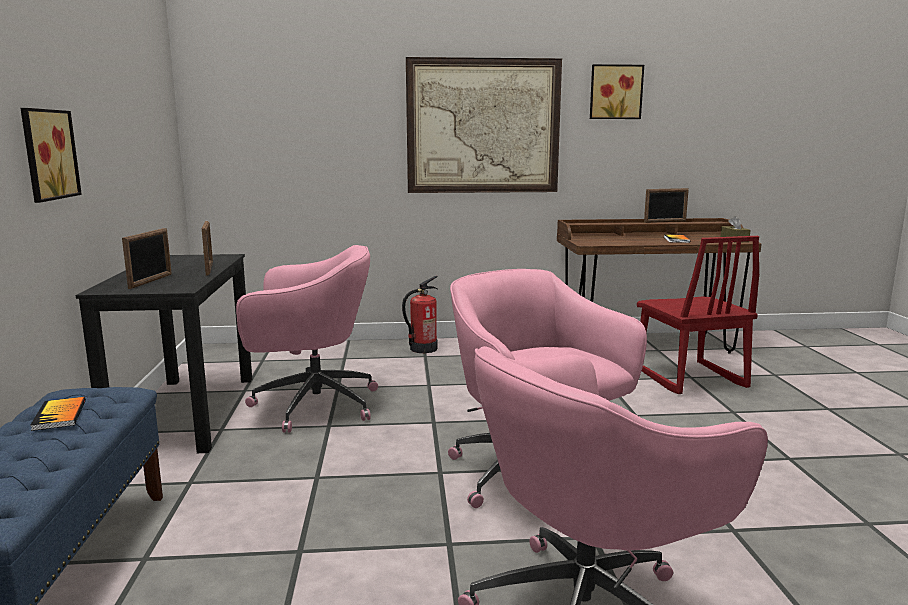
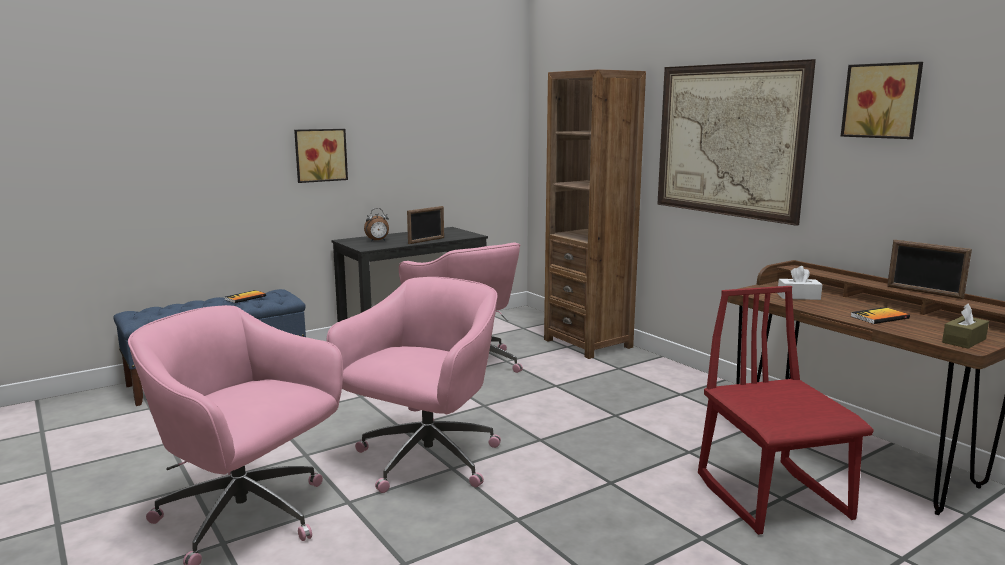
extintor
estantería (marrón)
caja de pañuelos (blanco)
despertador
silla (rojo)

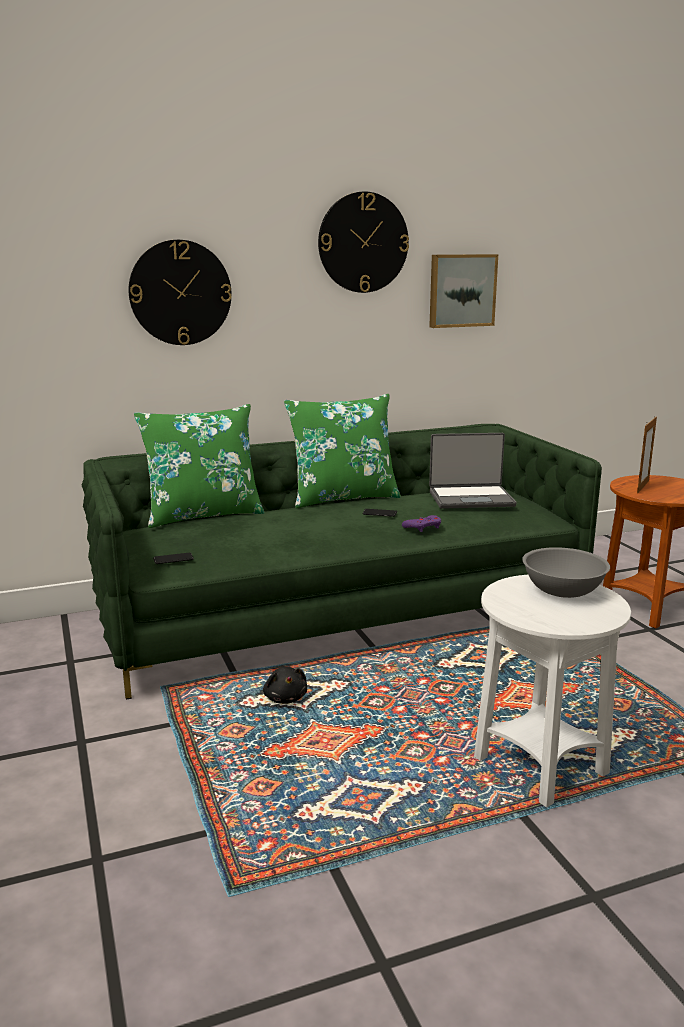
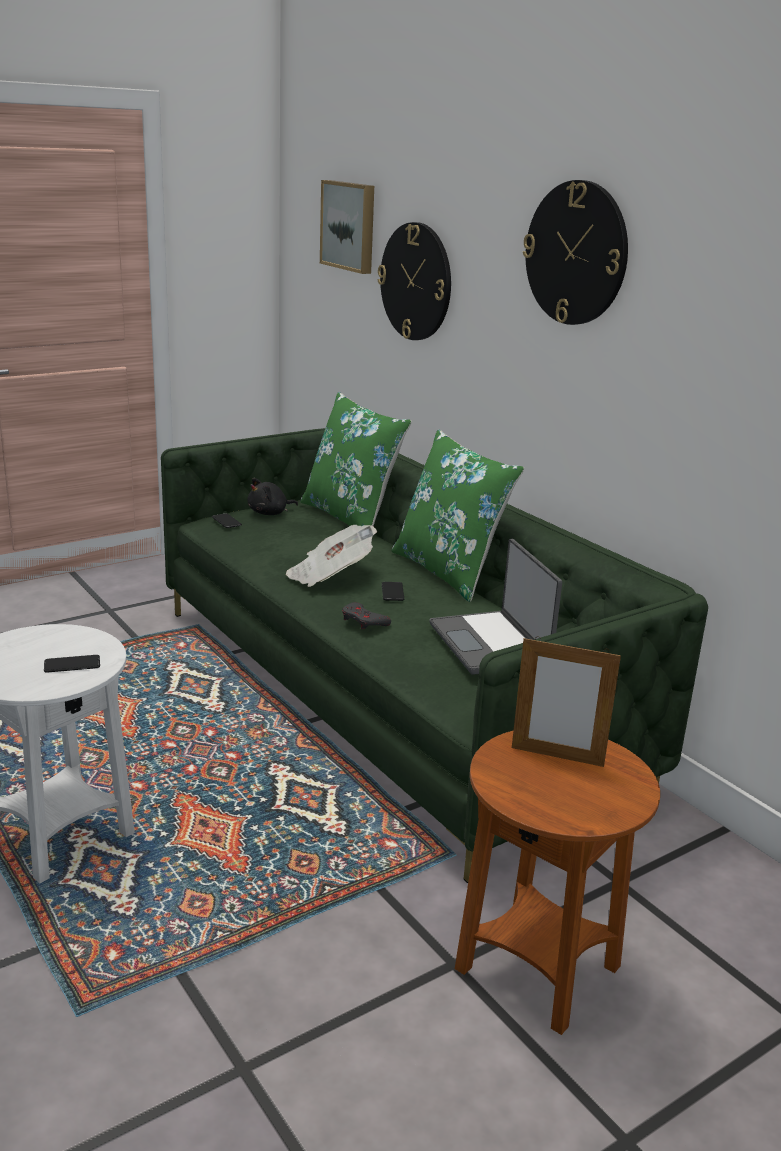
periódico
peluche (negro)
cuadro
móvil (1st from left)
mando de consola (gris)

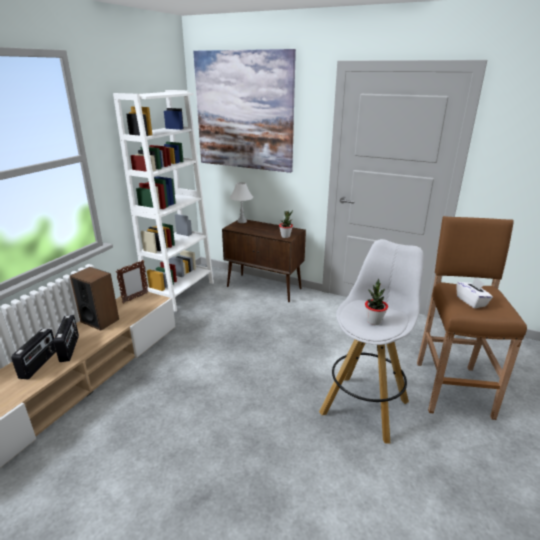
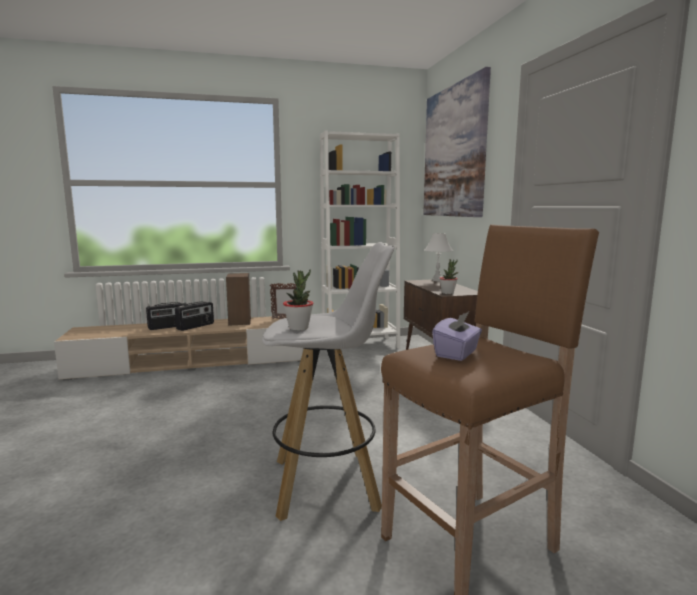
caja de pañuelos (morado)

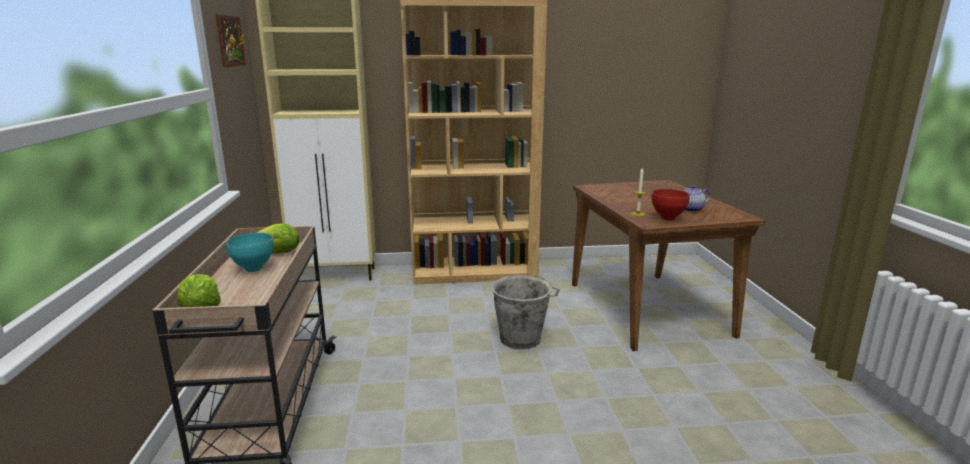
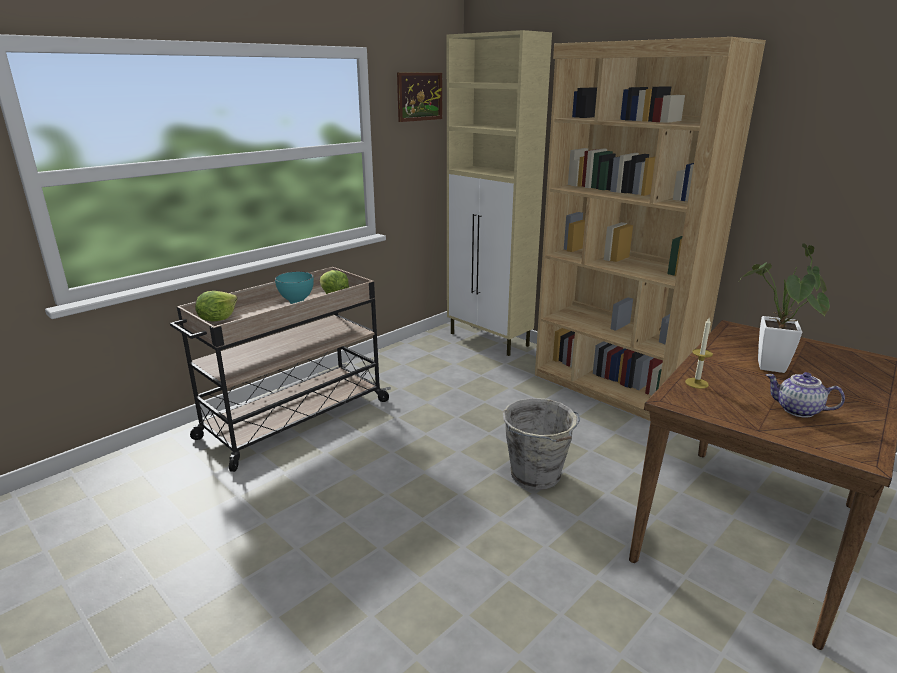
cuenco (rojo)
planta en maceta

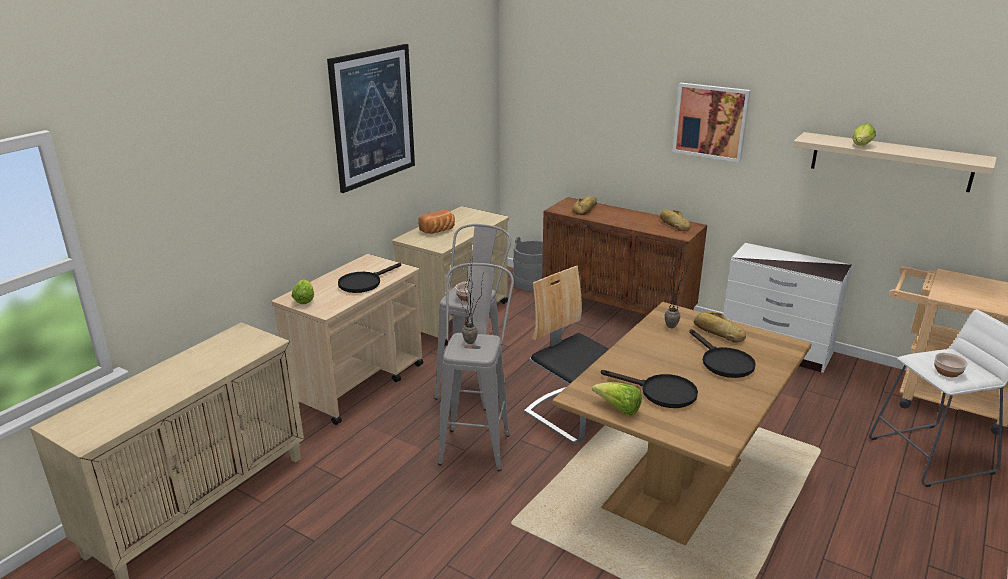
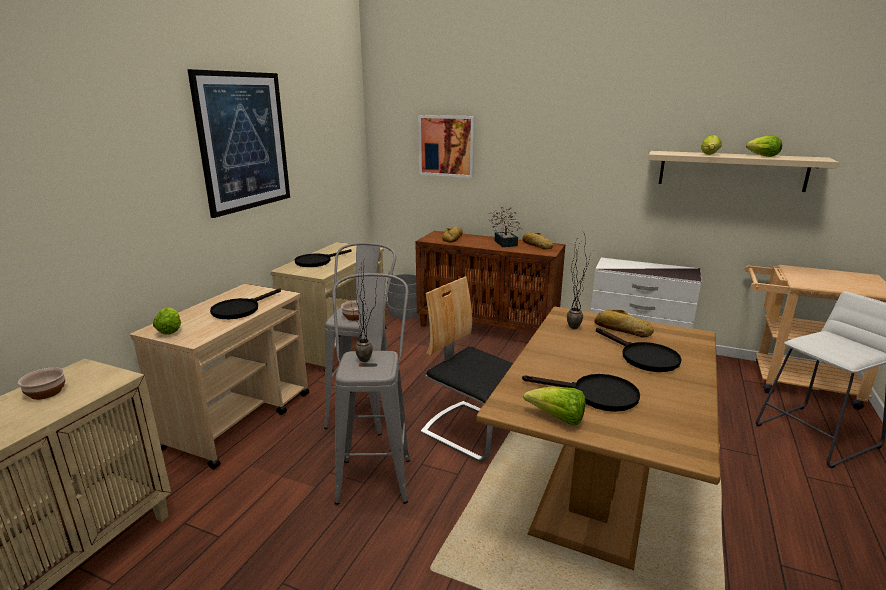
planta en maceta (2nd from left)
lechuga (4th from left)
cuadro (2nd from left)
cuenco (1st from left)
sartén (negro) (2nd from left)

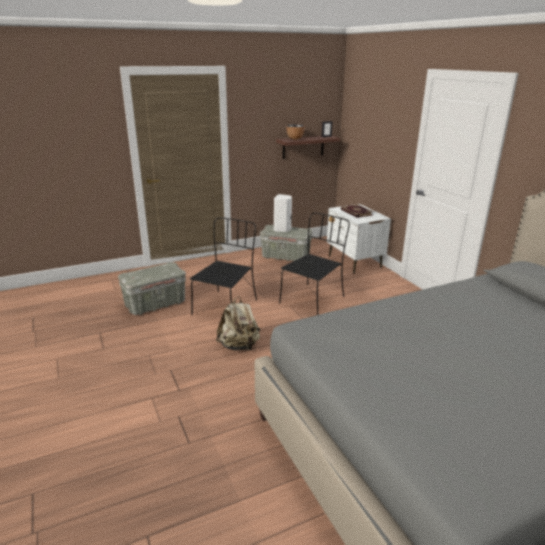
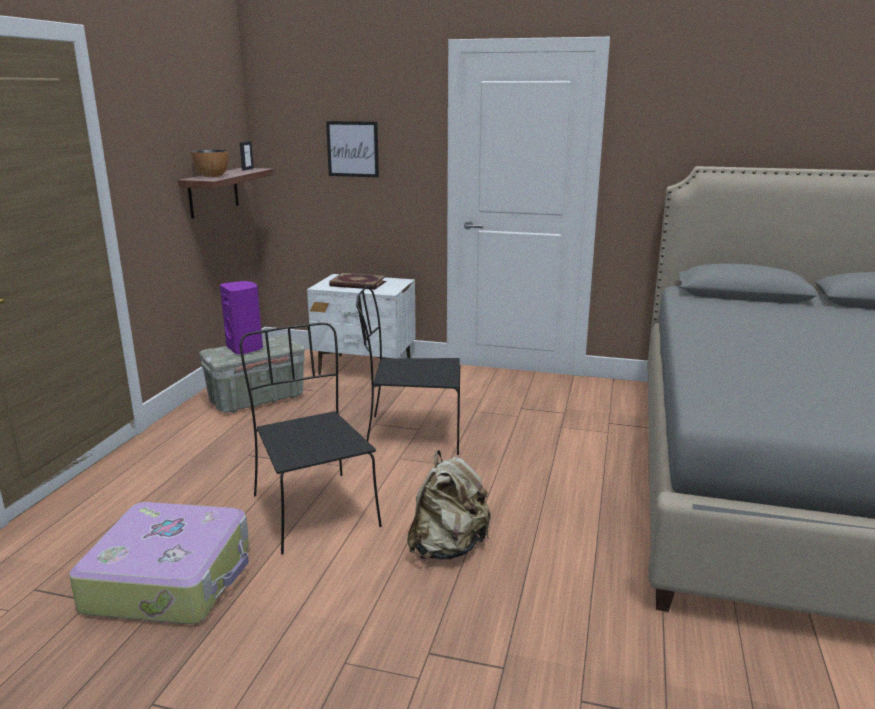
cuadro
maleta
altavoz (morado)
silla (negro) (2nd from left)

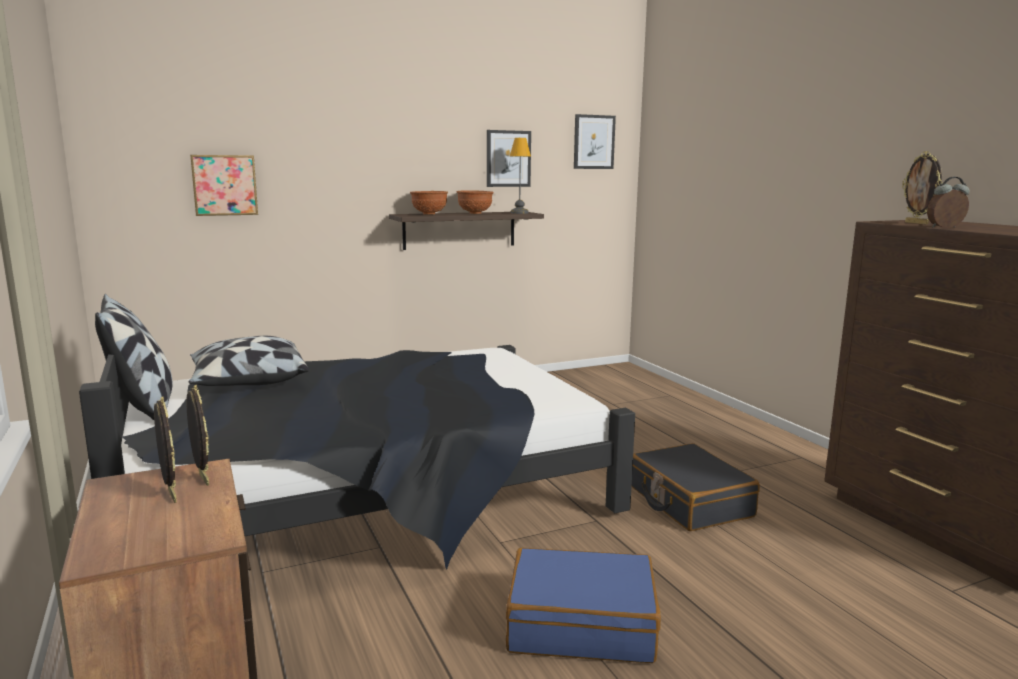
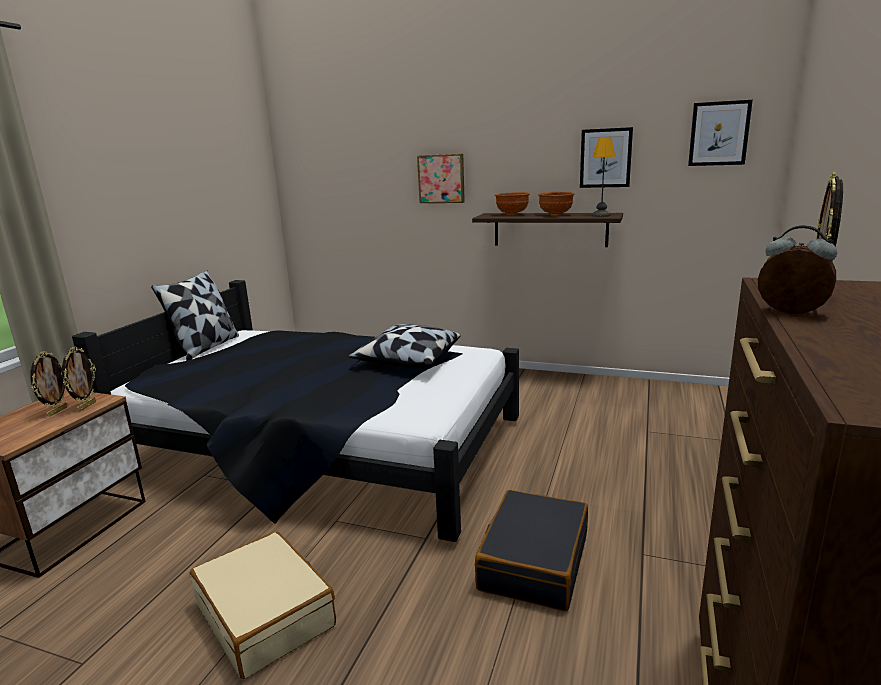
cojín (2nd from left)
cuadro (1st from left)
maleta (beis)

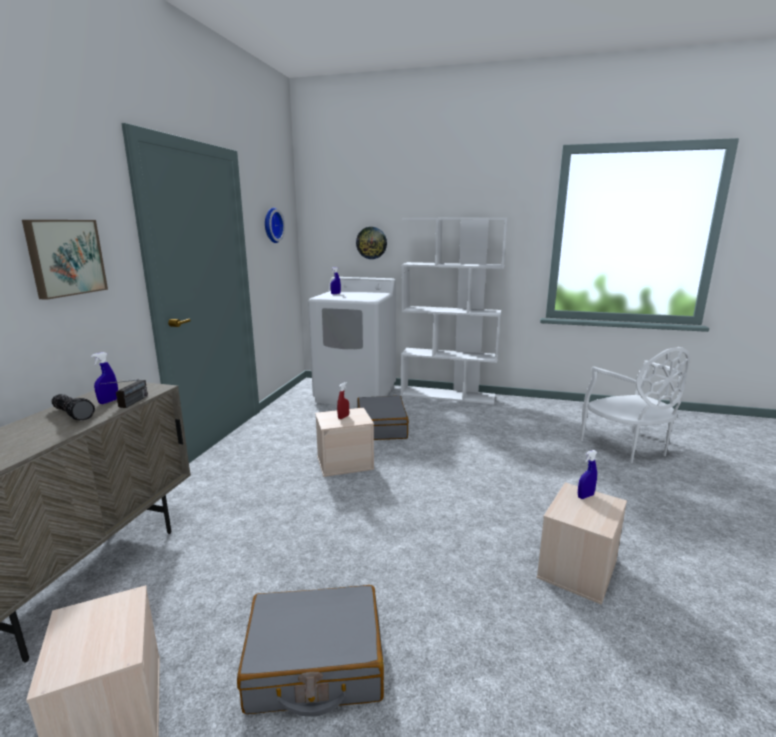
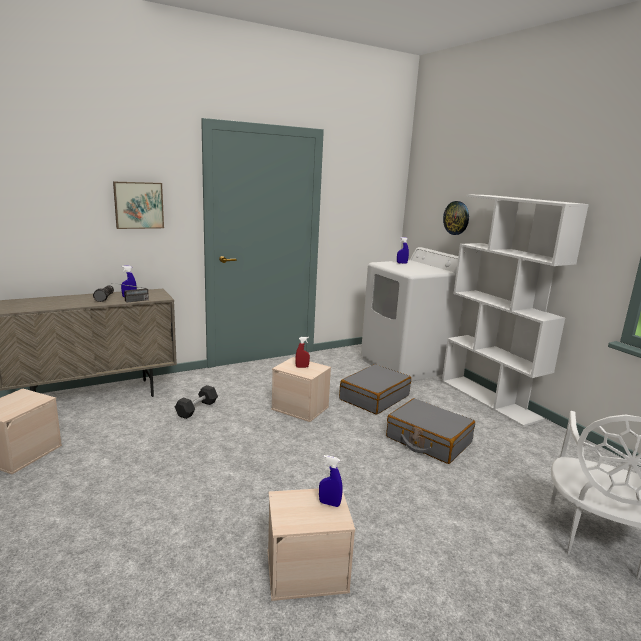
reloj de pared (1st from left in the first image)
mancuerna (negro)
maleta (gris) (2nd from left)

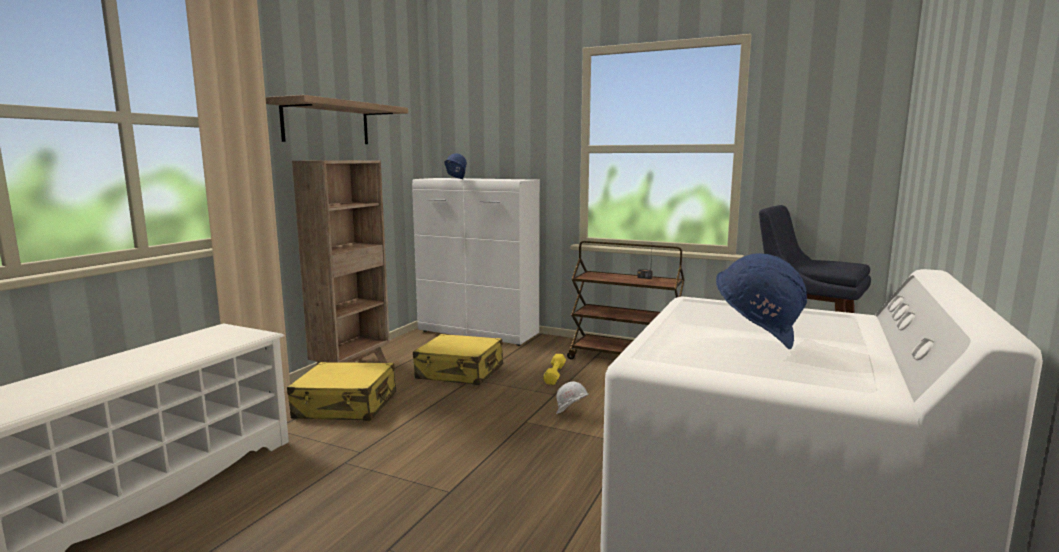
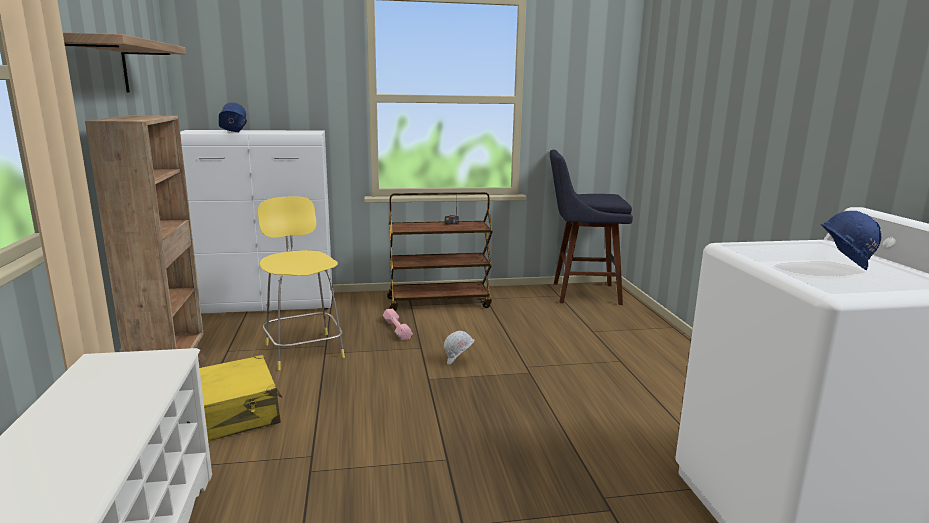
taburete (amarillo)
mancuerna (rosa)

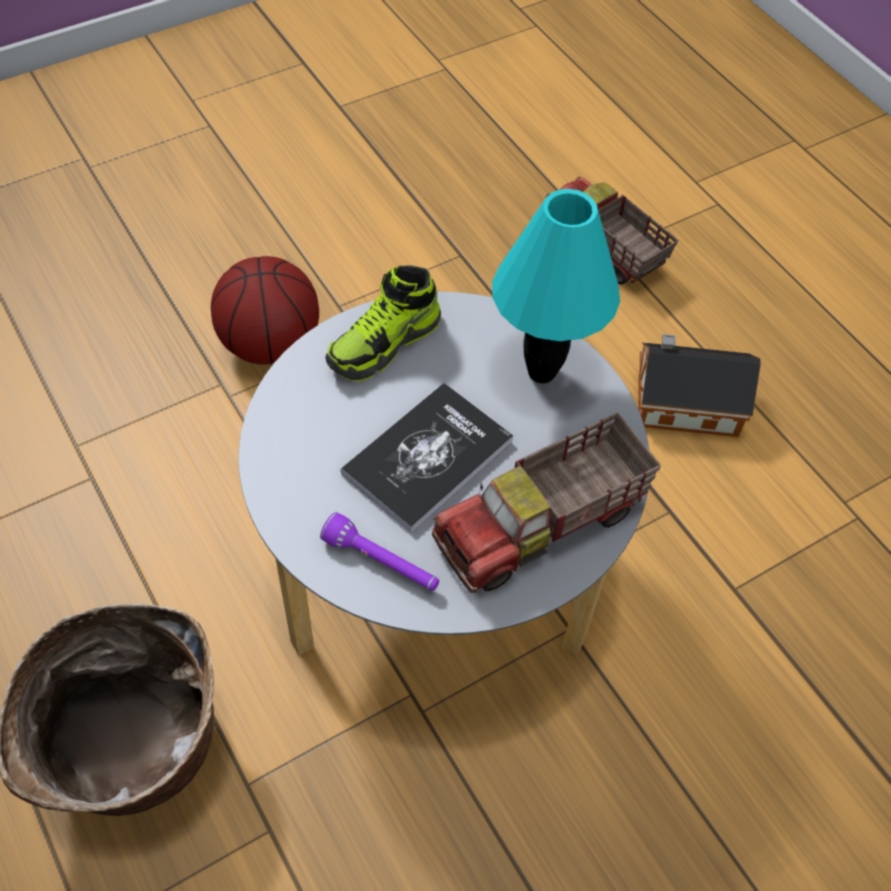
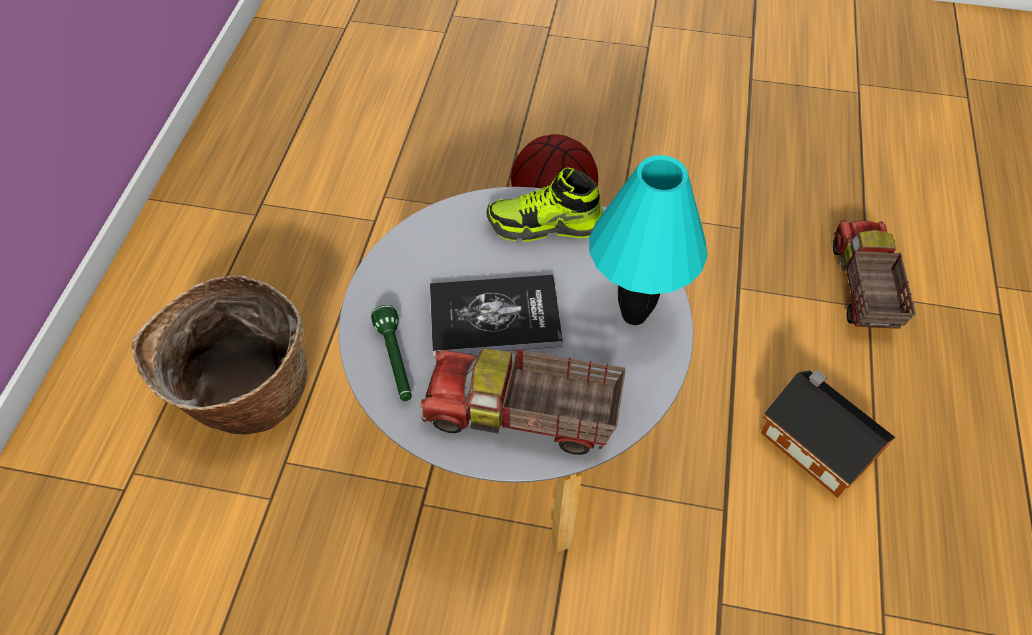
linterna (verde)

